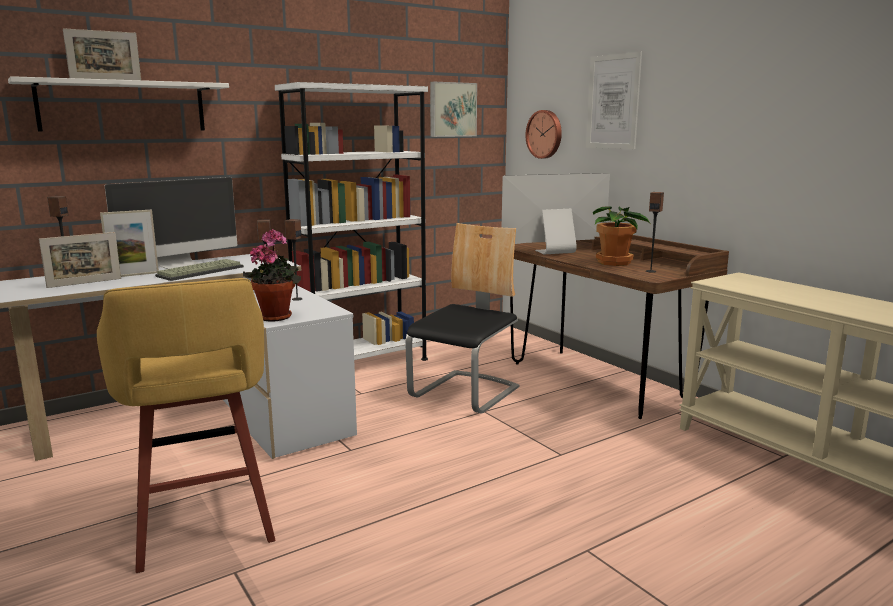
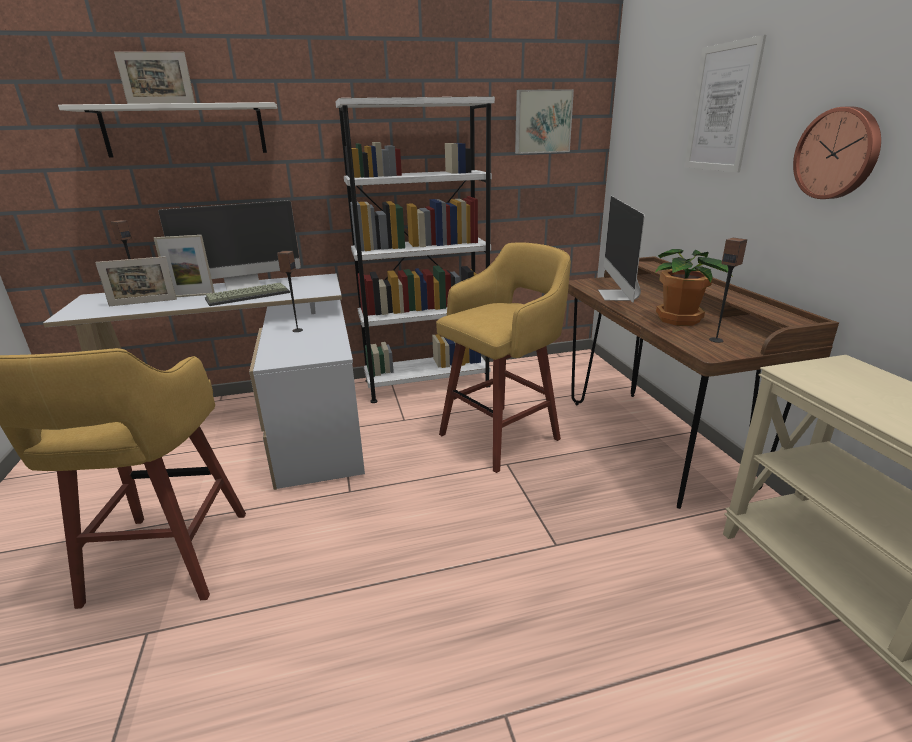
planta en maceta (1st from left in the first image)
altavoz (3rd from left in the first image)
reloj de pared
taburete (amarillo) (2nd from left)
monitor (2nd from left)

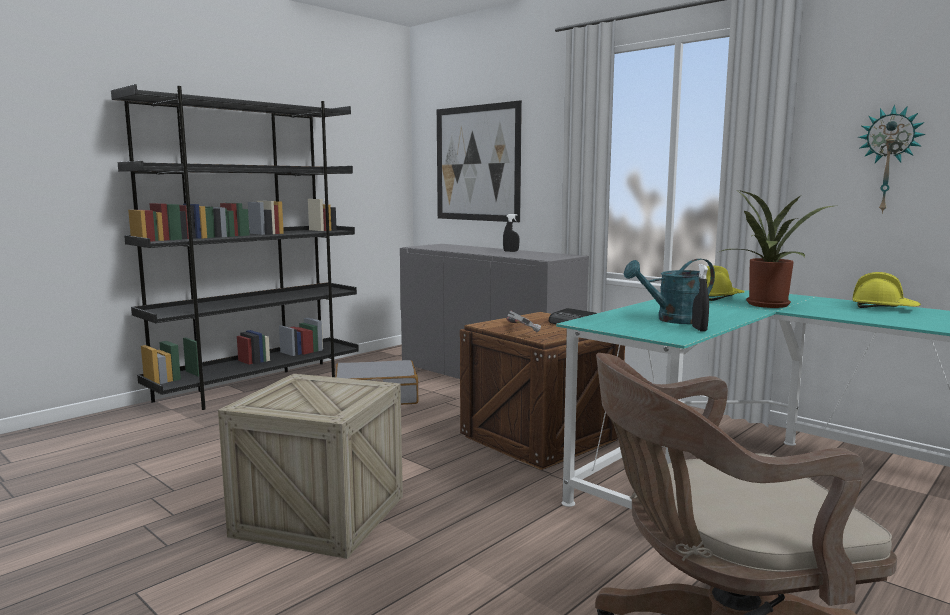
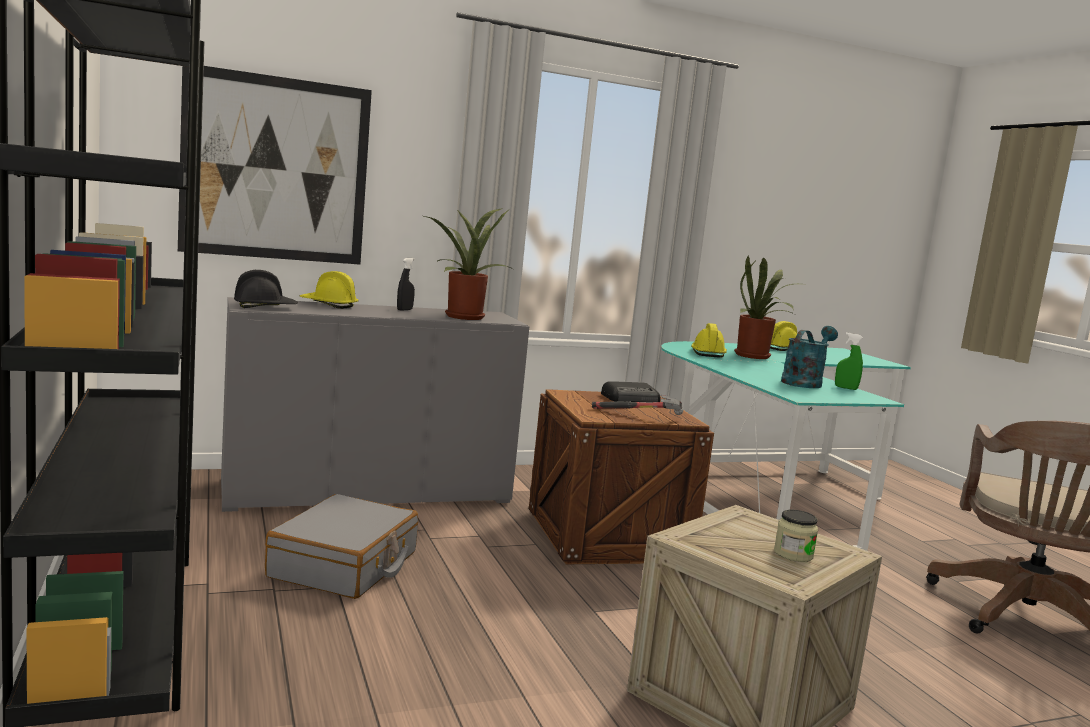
reloj de pared
casco (negro)
casco (amarillo) (1st from left)
planta en maceta (1st from left)
tarro
pulverizador (verde)
regadera (turquesa)

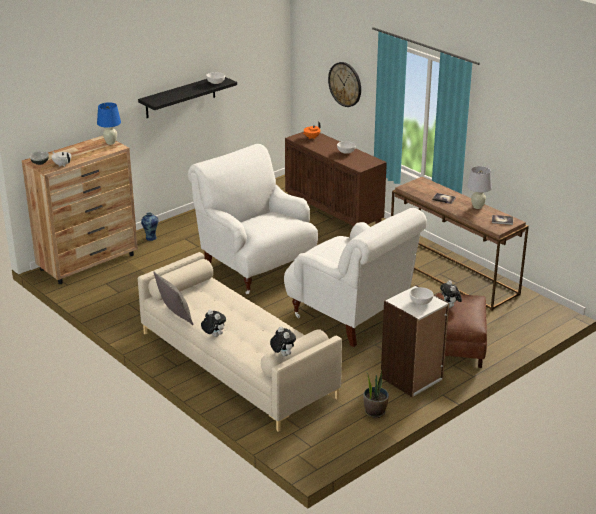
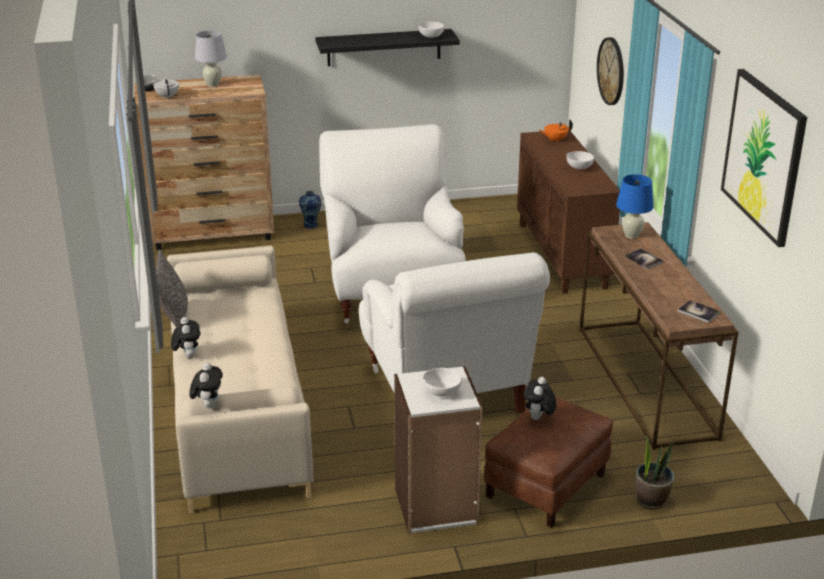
cuadro
lámpara de mesa (azul)
planta en maceta
lámpara de mesa (blanco)

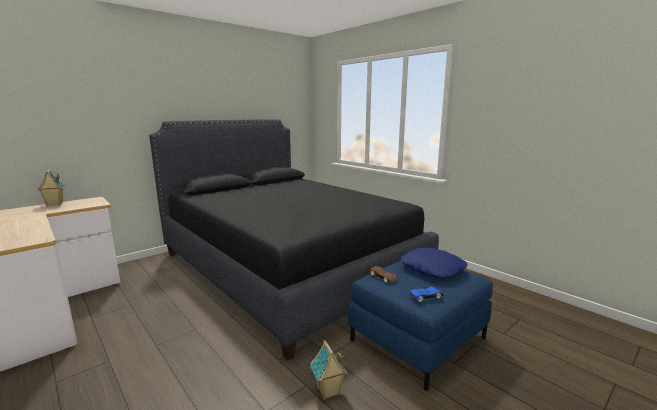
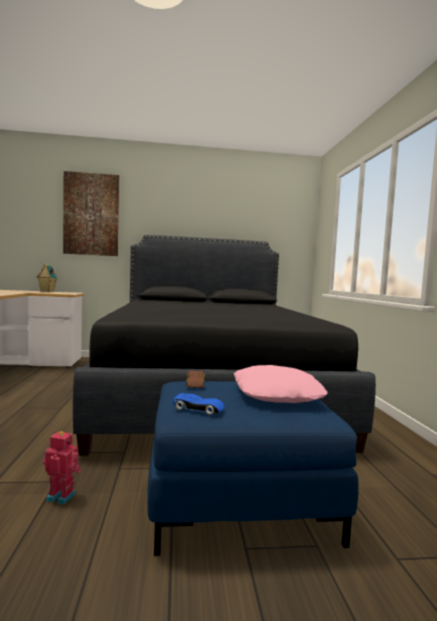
cuadro
robot de juguete
cojín (rosa)

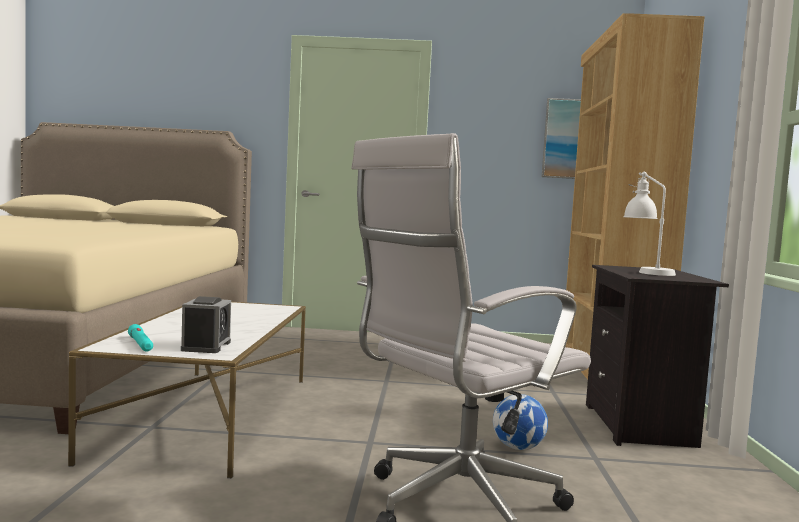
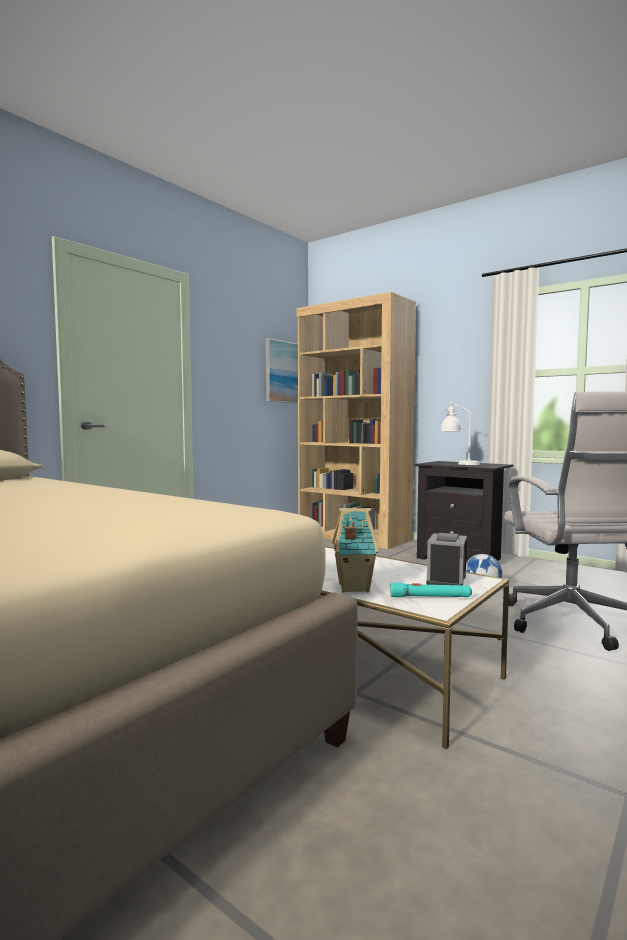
casita
despertador

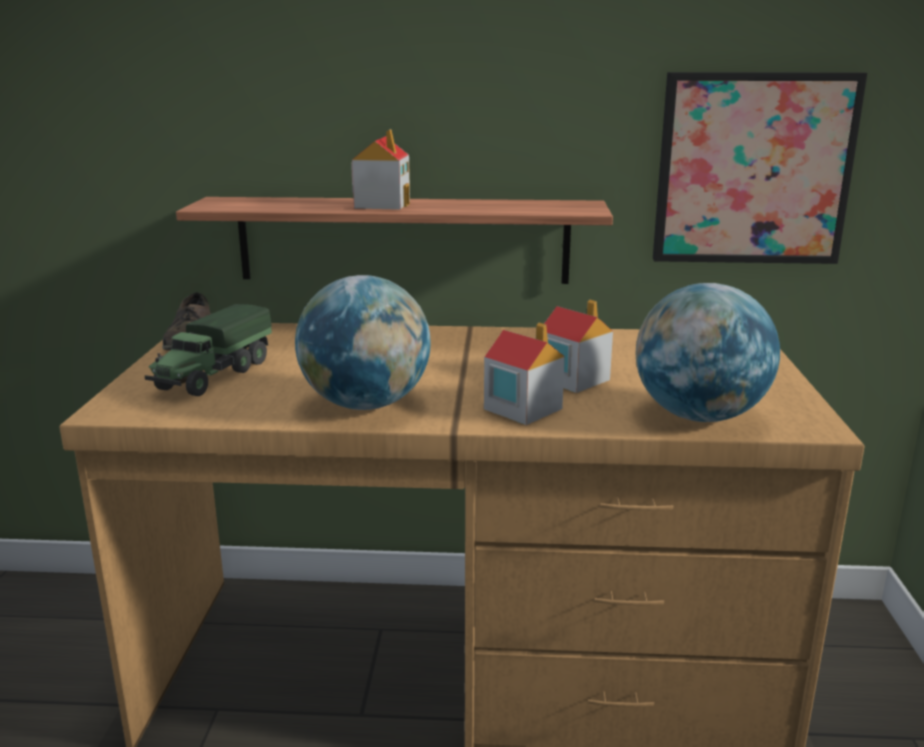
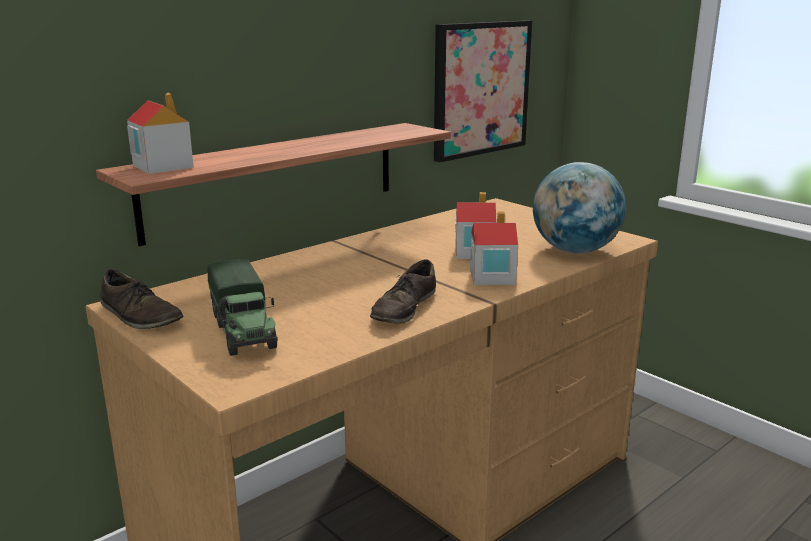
casita (1st from left)
zapato (marrón) (2nd from left)

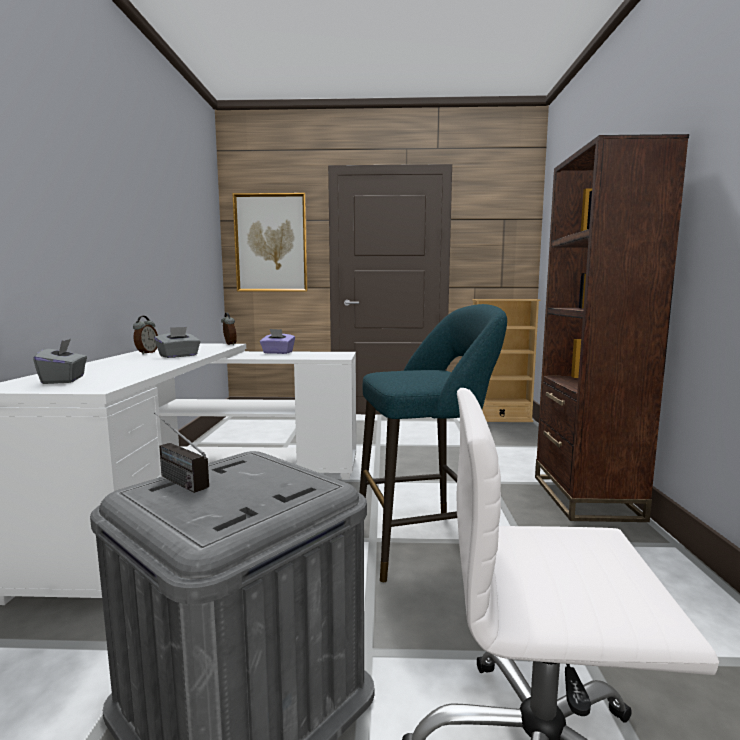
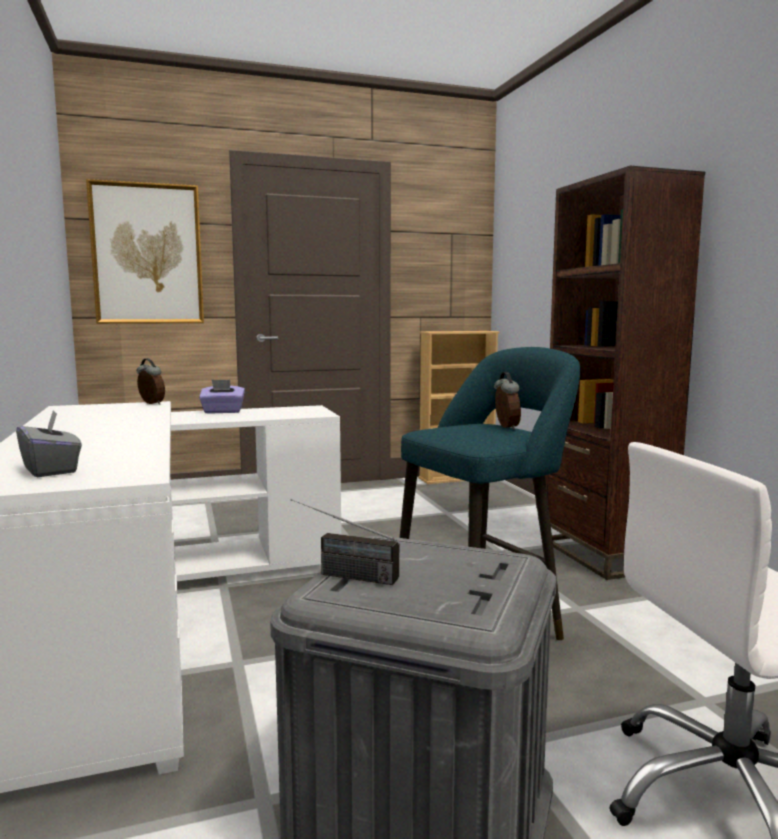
caja de pañuelos (gris) (2nd from left in the first image)
despertador (2nd from left)

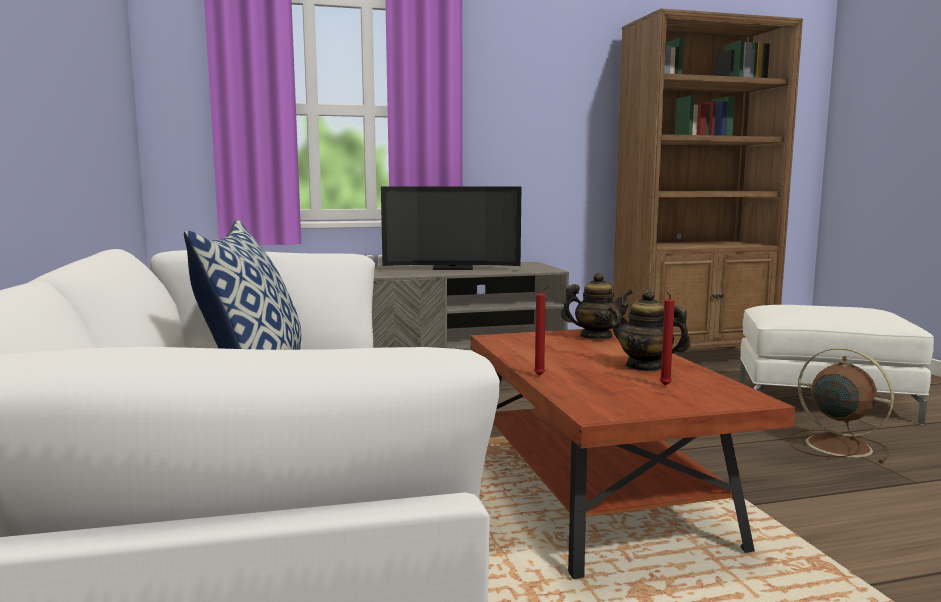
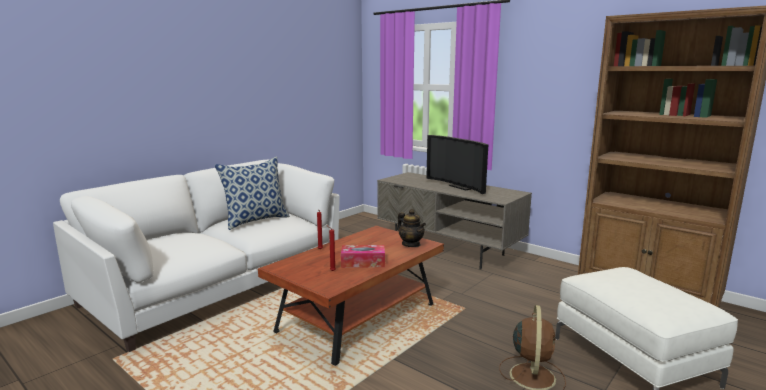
caja de pañuelos

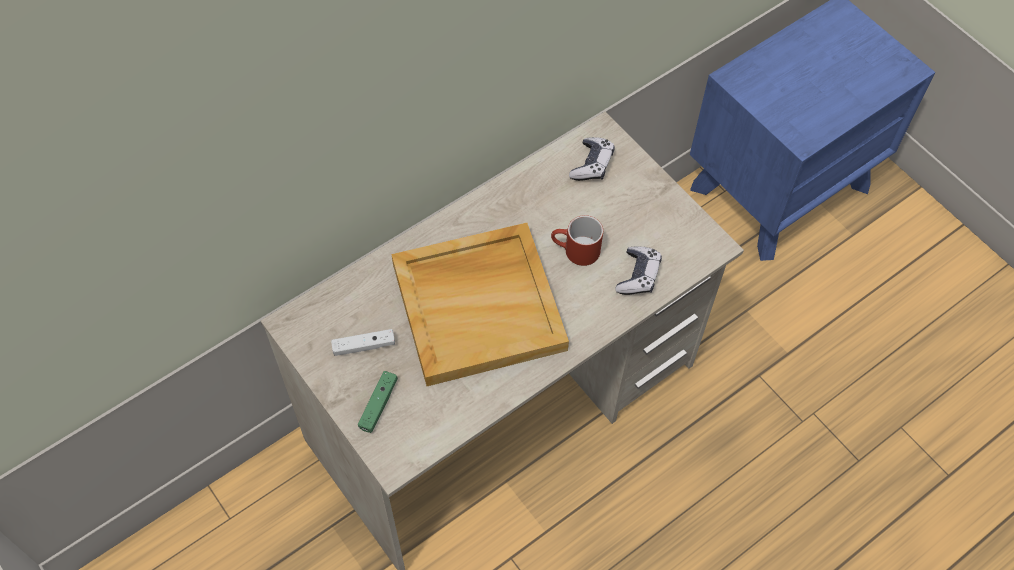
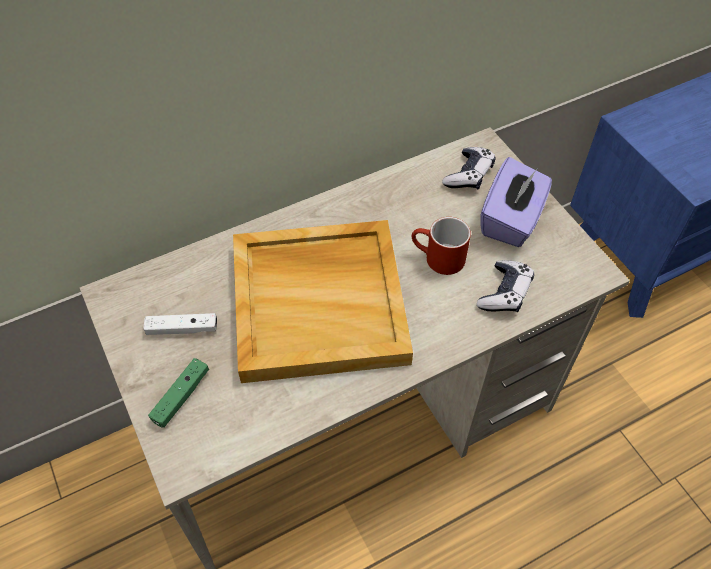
caja de pañuelos (morado)

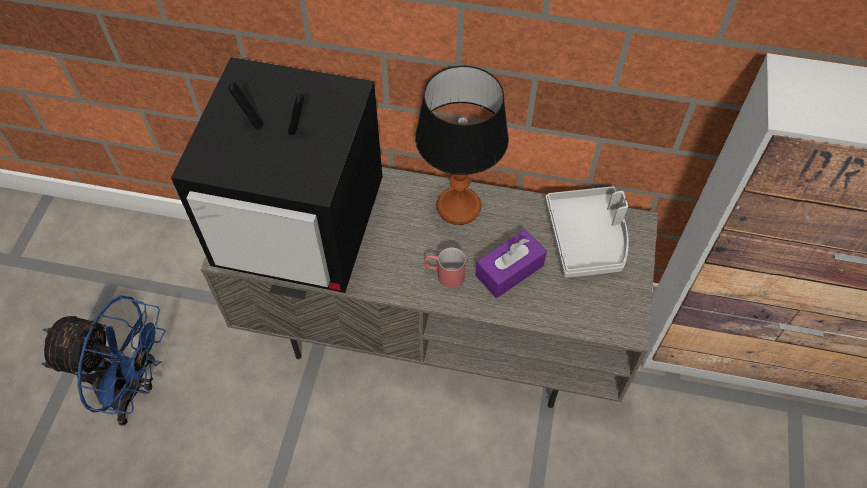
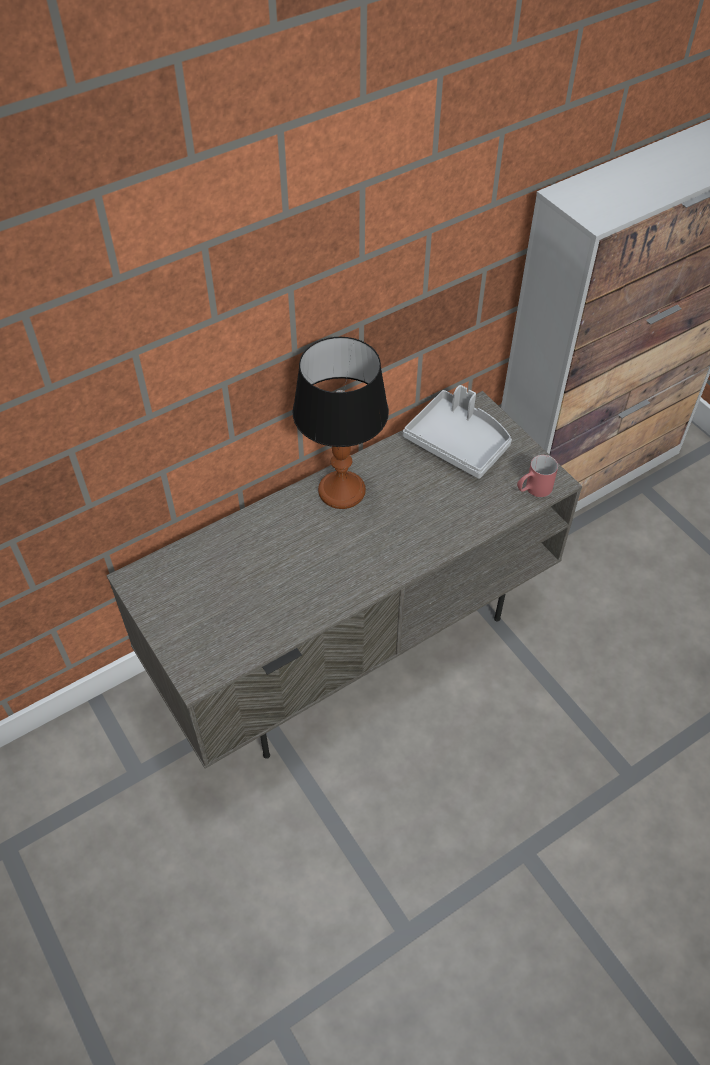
ventilador (azul)
televisor
caja de pañuelos (morado)
taza grande (rojo)

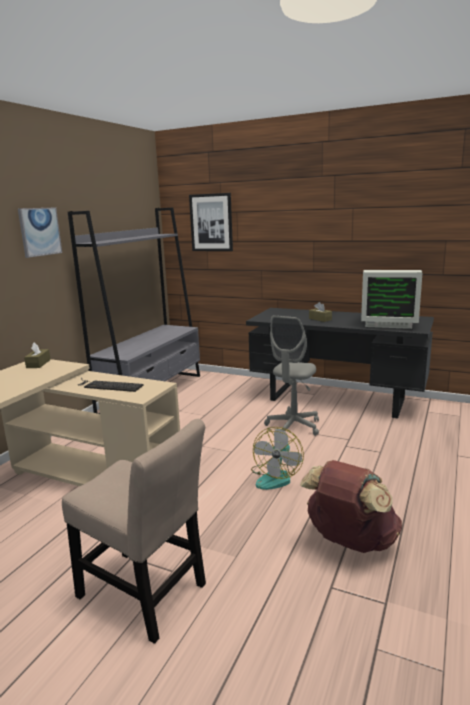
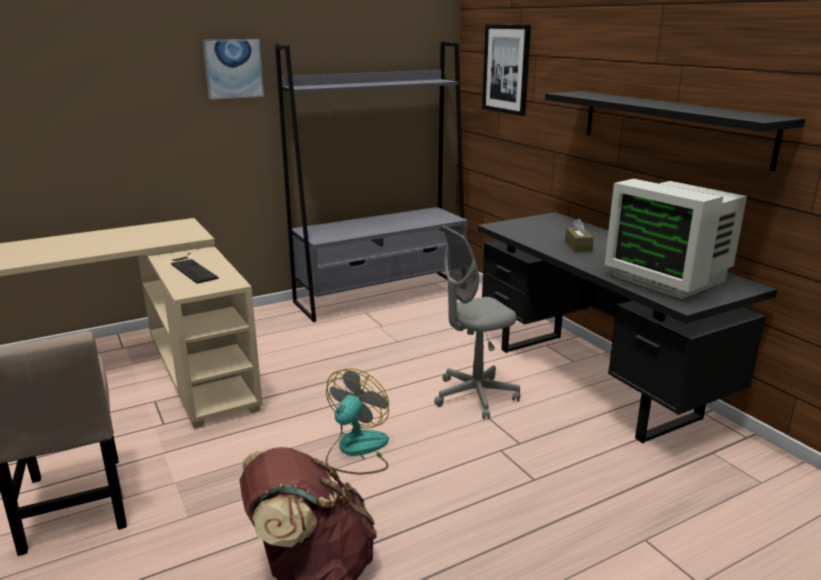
caja de pañuelos (marrón) (1st from left in the first image)
estante (negro)
ventilador

